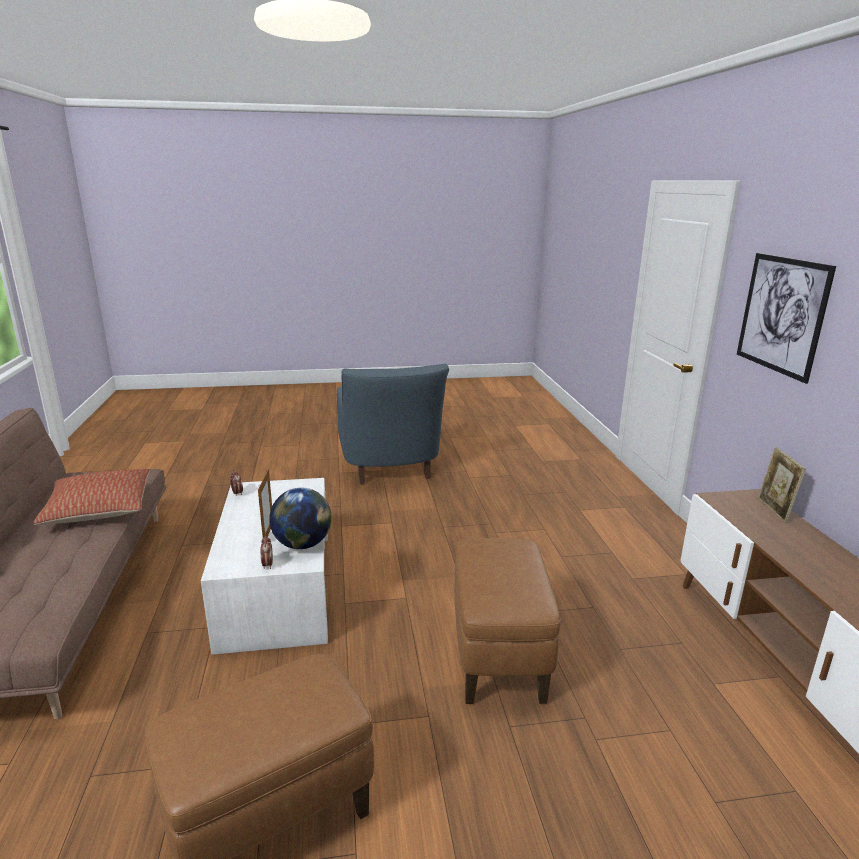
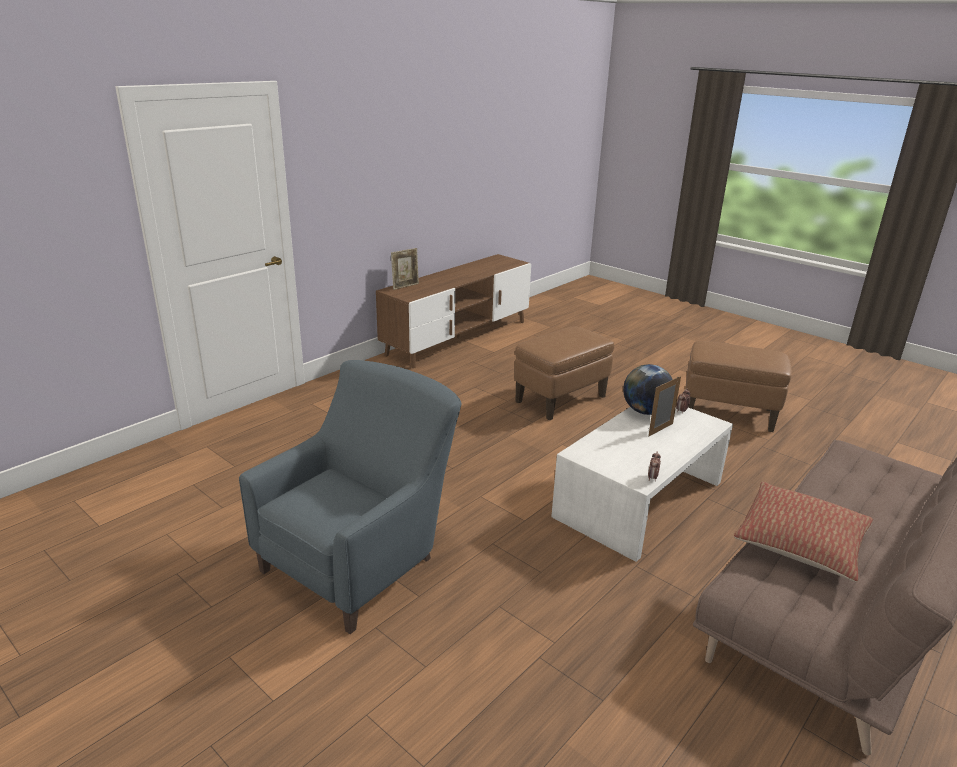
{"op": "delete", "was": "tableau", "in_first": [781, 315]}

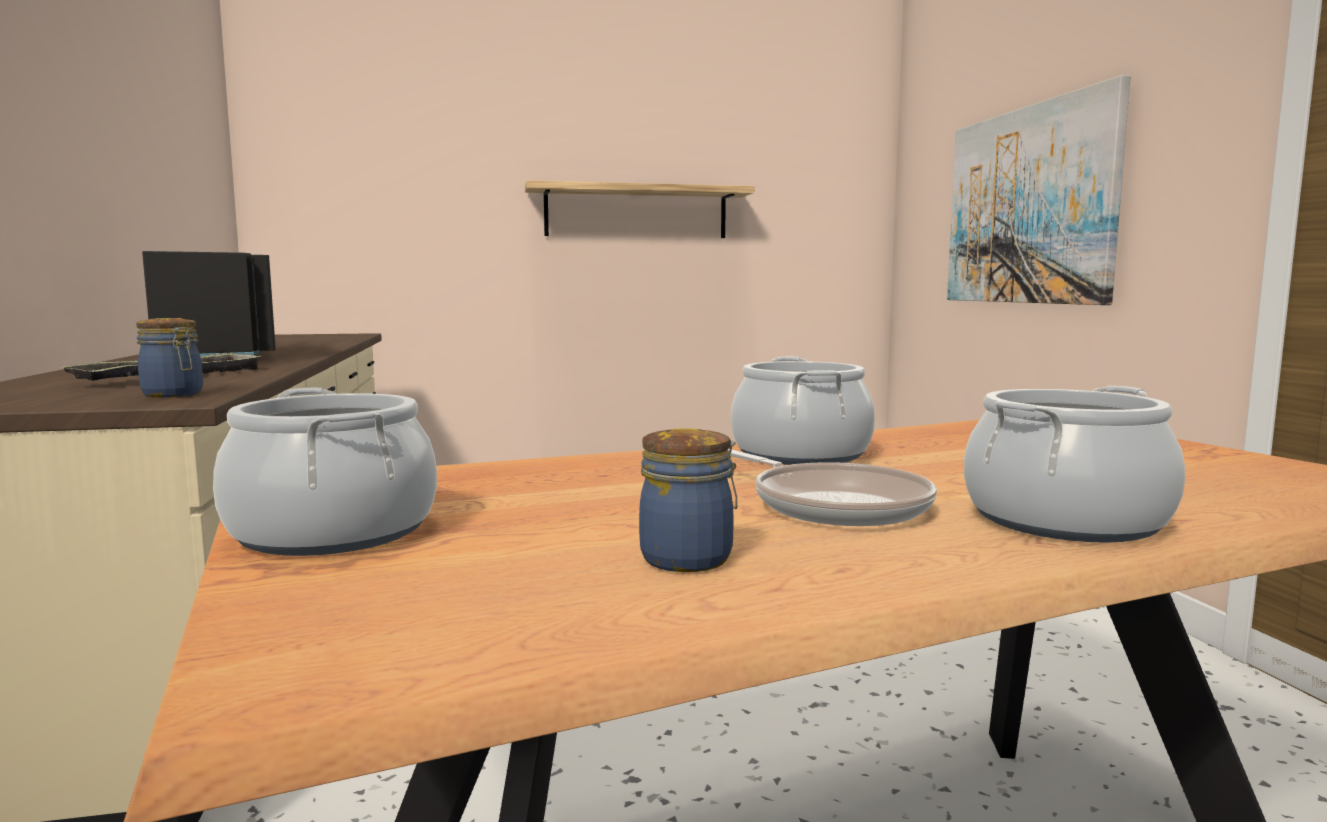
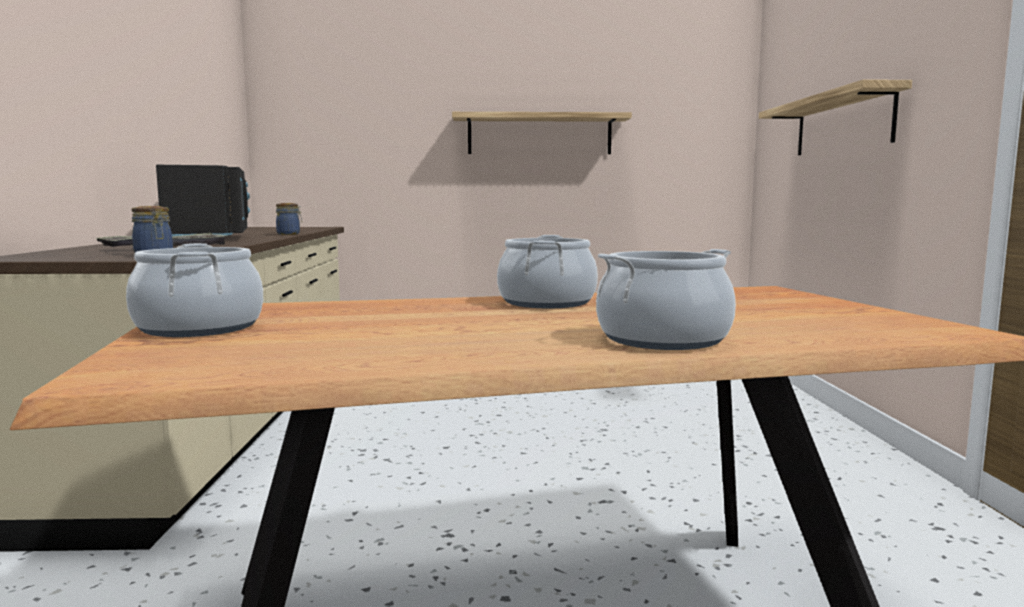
{"op": "move", "was": "bocal", "in_first": [690, 558], "in_second": [289, 234]}
{"op": "delete", "was": "poêle", "in_first": [833, 505]}
{"op": "replace", "was": "tableau", "now": "étagère", "in_first": [1027, 206], "in_second": [842, 124]}

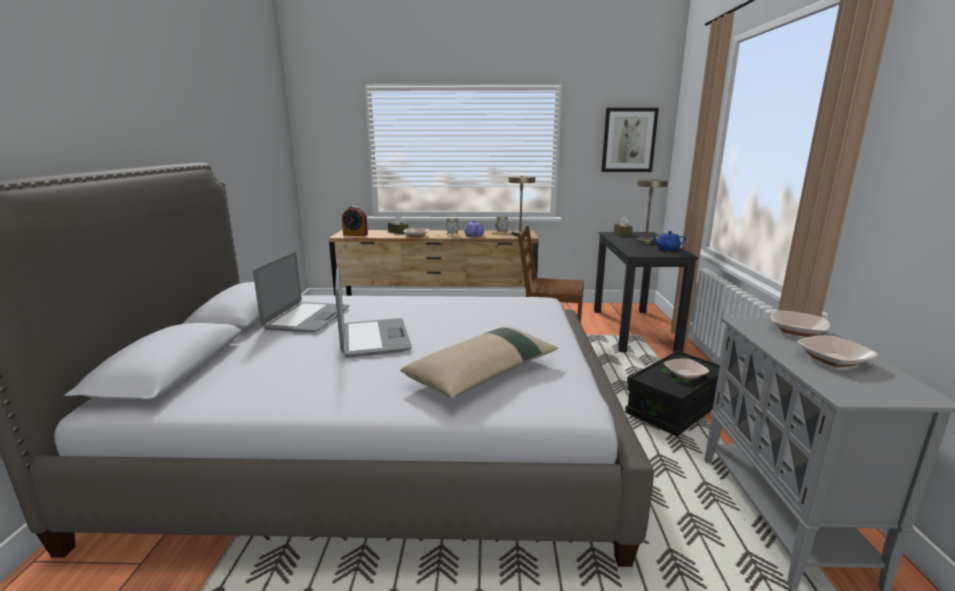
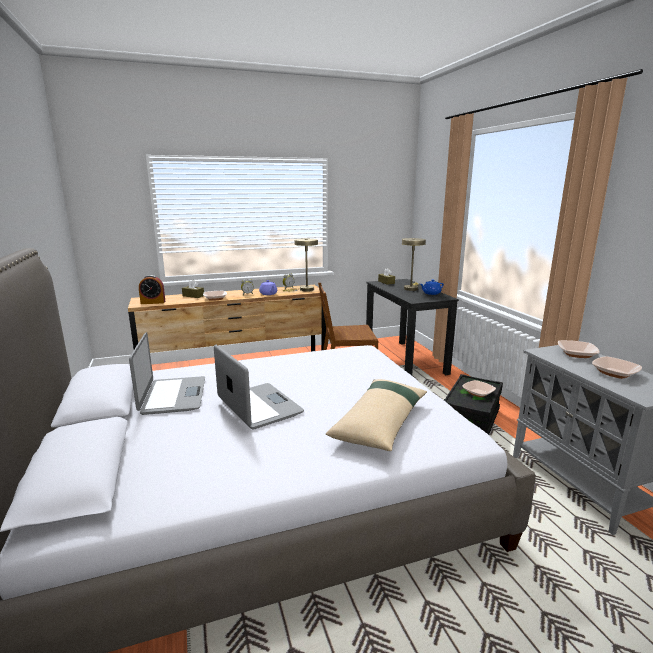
{"op": "delete", "was": "tableau", "in_first": [628, 140]}

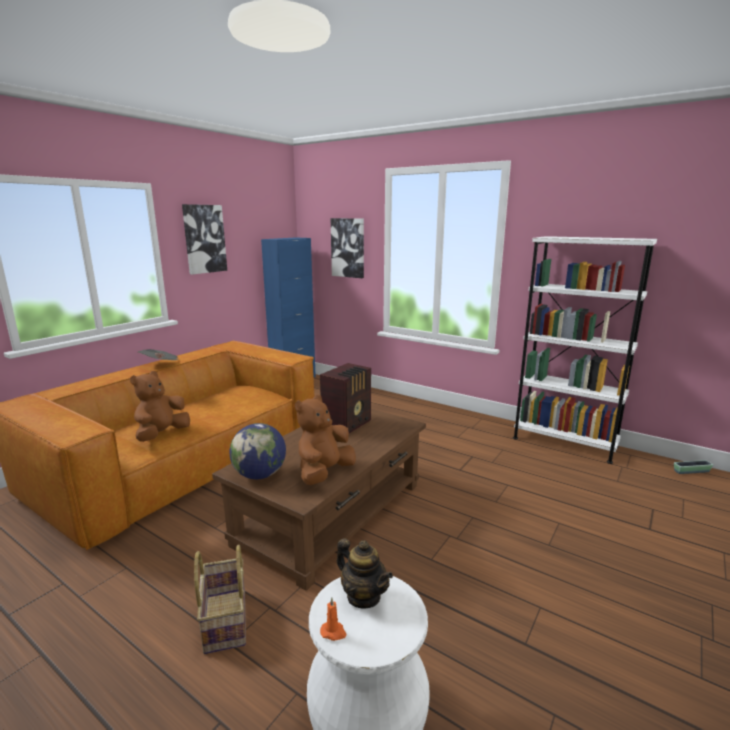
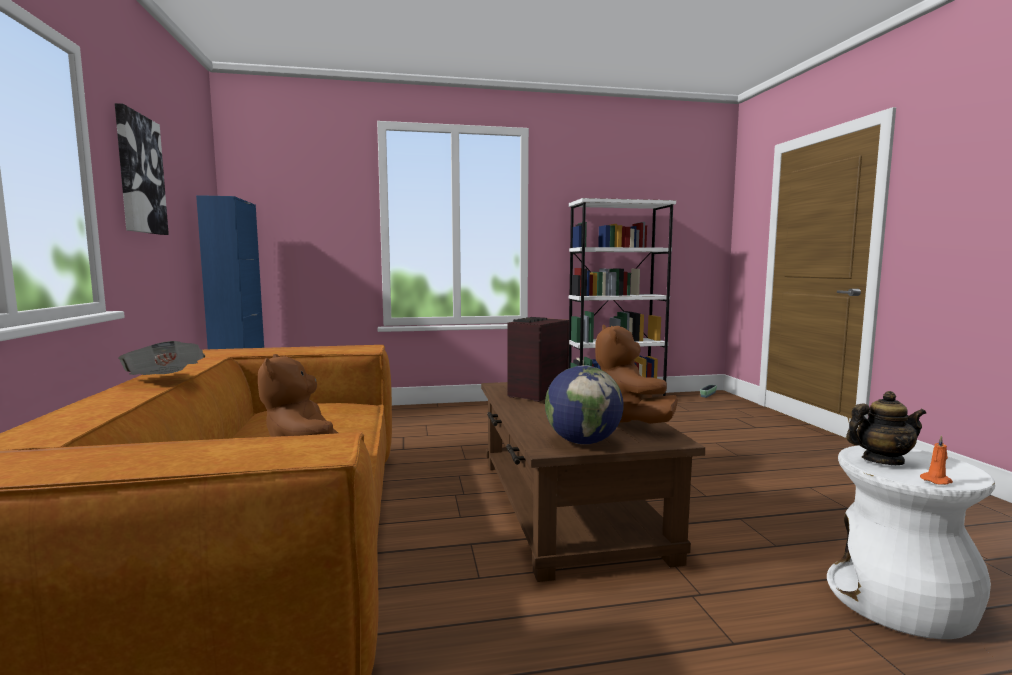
{"op": "delete", "was": "panier", "in_first": [224, 620]}
{"op": "rotate", "was": "radio", "in_first": [348, 424], "in_second": [536, 393], "clockwise": -135}
{"op": "delete", "was": "tableau", "in_first": [348, 248]}

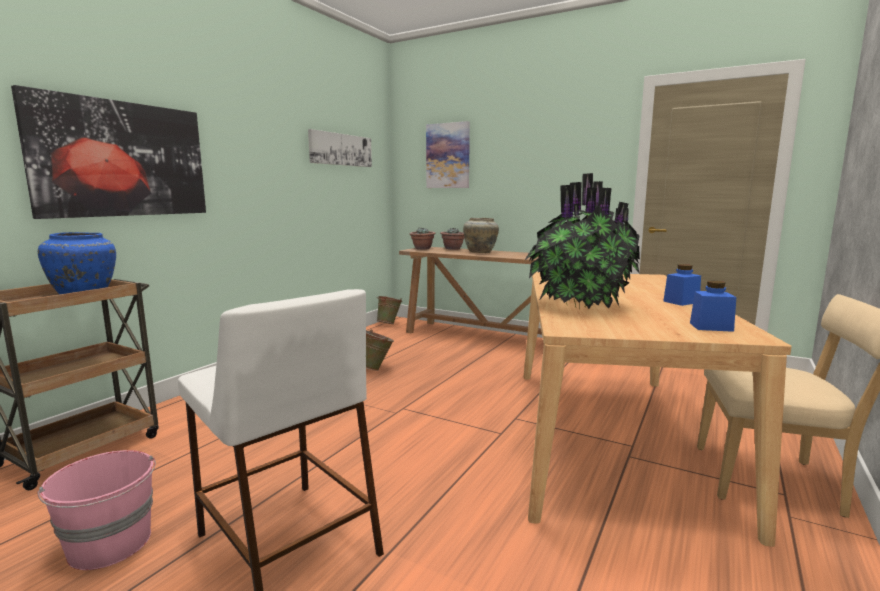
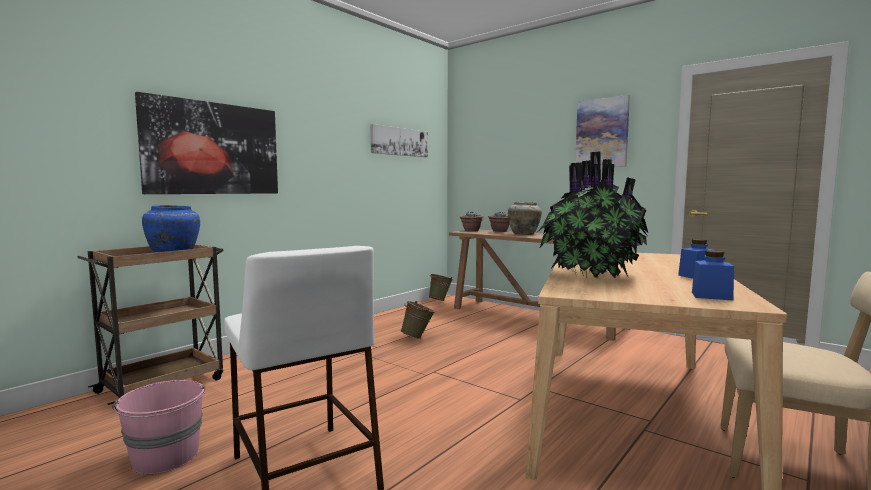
{"op": "move", "was": "tableau", "in_first": [448, 156], "in_second": [602, 133]}

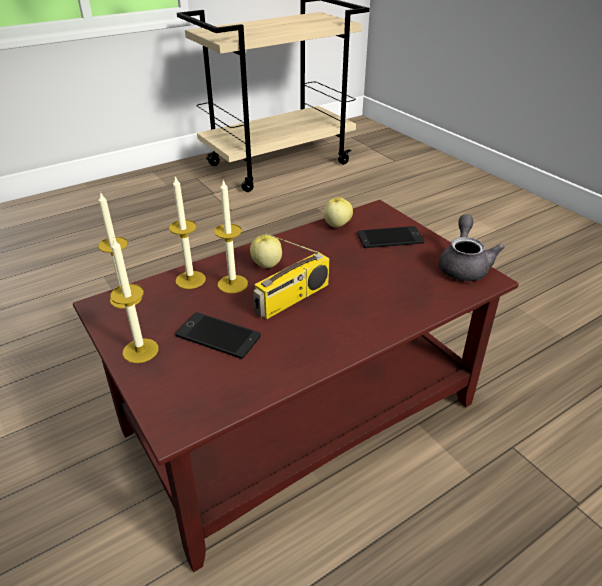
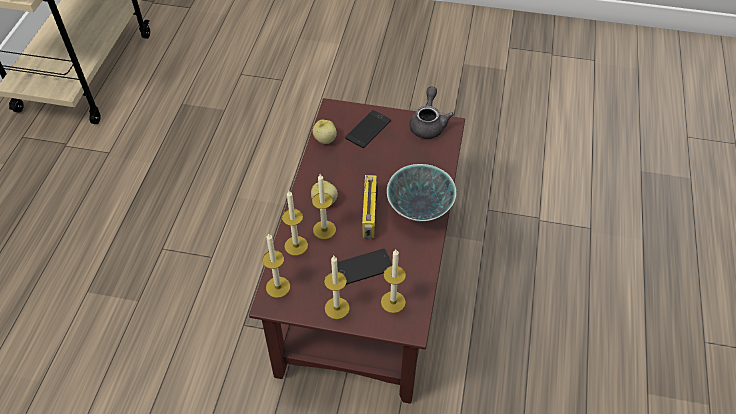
{"op": "rotate", "was": "théière/gris", "in_first": [463, 265], "in_second": [428, 124], "clockwise": 45}
{"op": "insert", "now": "bougie", "in_second": [393, 302]}
{"op": "insert", "now": "bol", "in_second": [420, 209]}

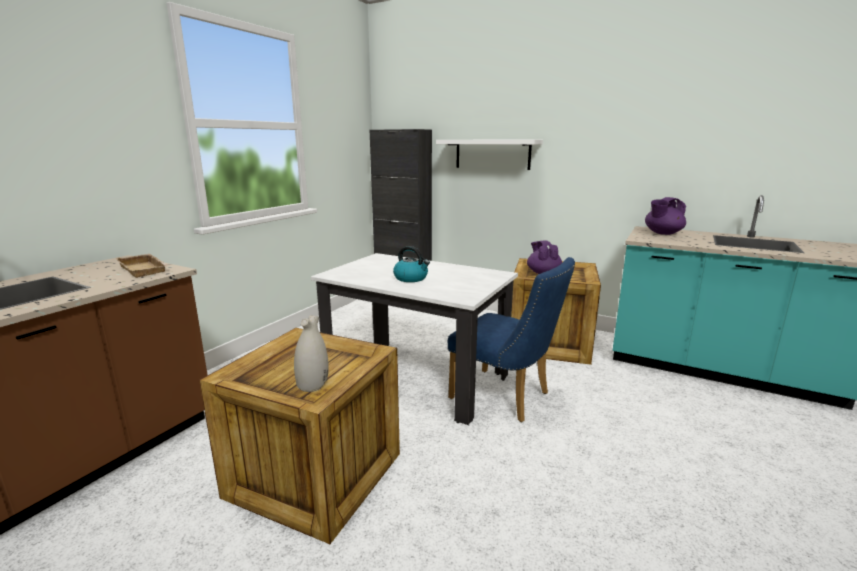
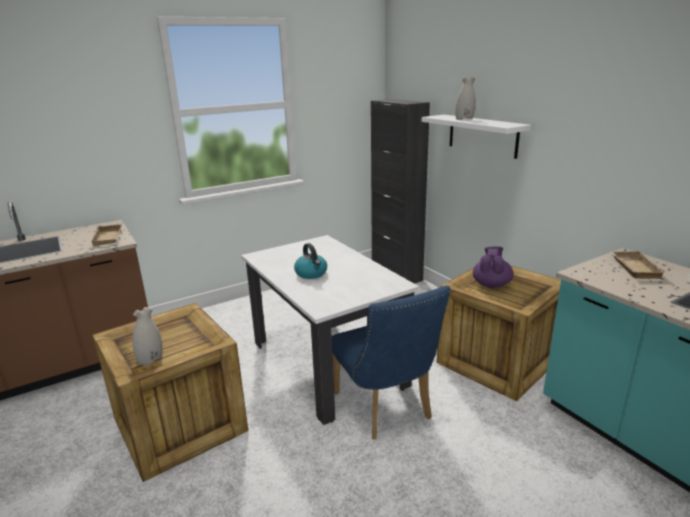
{"op": "replace", "was": "théière/violet", "now": "plateau/beige", "in_first": [662, 233], "in_second": [633, 268]}
{"op": "insert", "now": "vase/blanc", "in_second": [464, 119]}

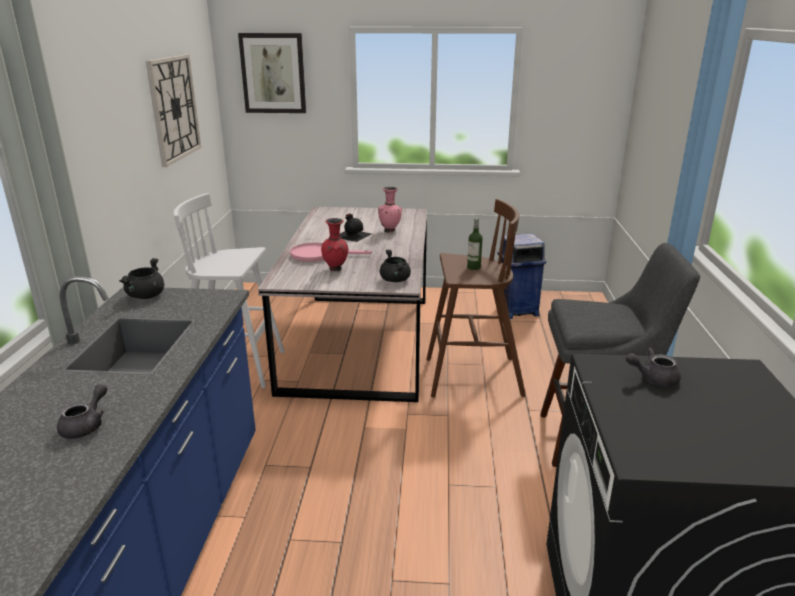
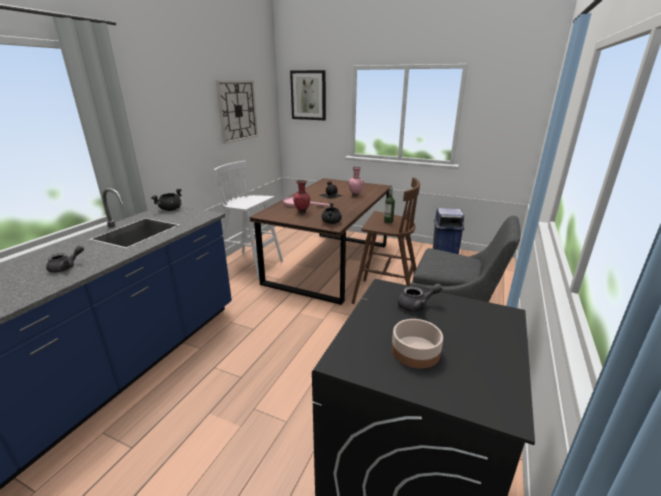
{"op": "recolor", "was": "table à manger/gris", "now": "table à manger/marron", "in_first": [358, 341], "in_second": [329, 262]}
{"op": "rotate", "was": "théière/gris", "in_first": [653, 378], "in_second": [417, 306], "clockwise": 150}
{"op": "insert", "now": "bol", "in_second": [416, 351]}

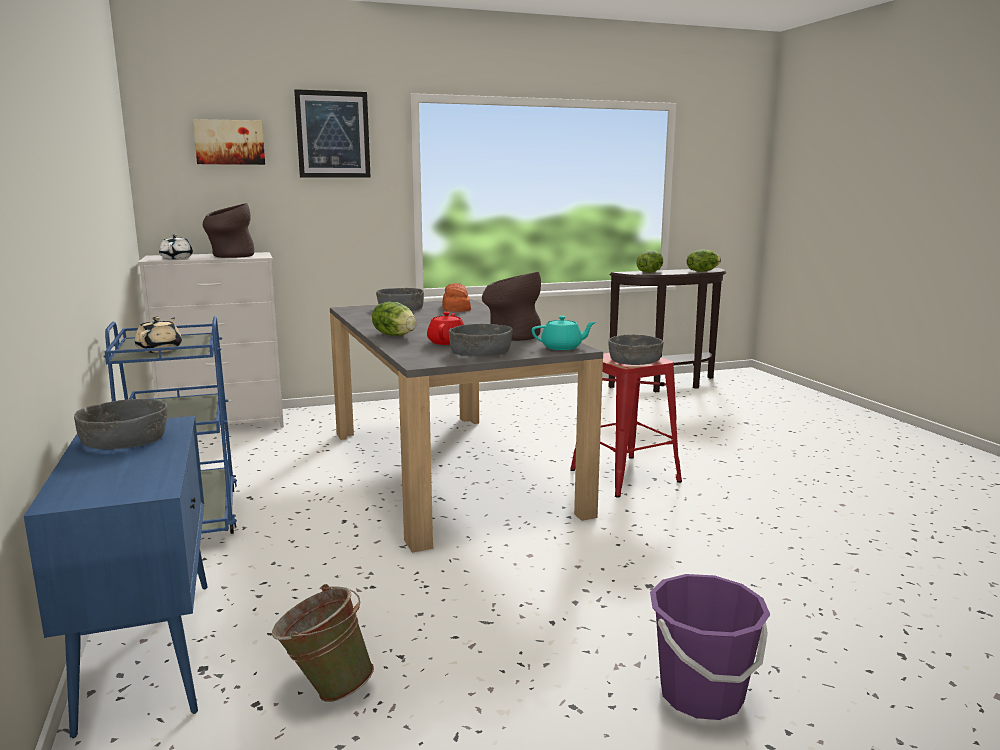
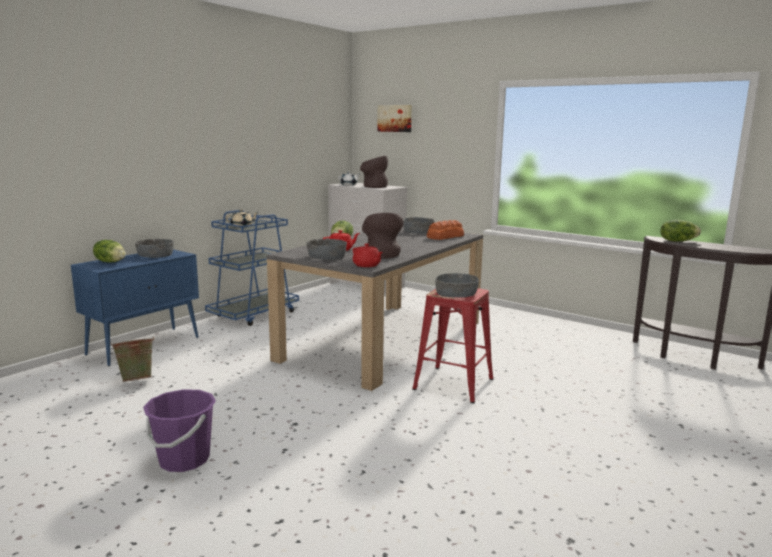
{"op": "delete", "was": "tableau", "in_first": [333, 134]}
{"op": "recolor", "was": "théière/turquoise", "now": "théière/rouge", "in_first": [562, 347], "in_second": [367, 265]}
{"op": "move", "was": "laitue", "in_first": [702, 271], "in_second": [111, 262]}

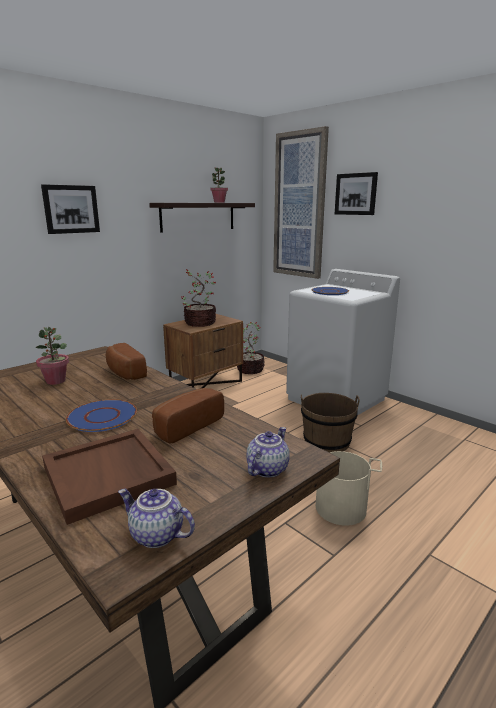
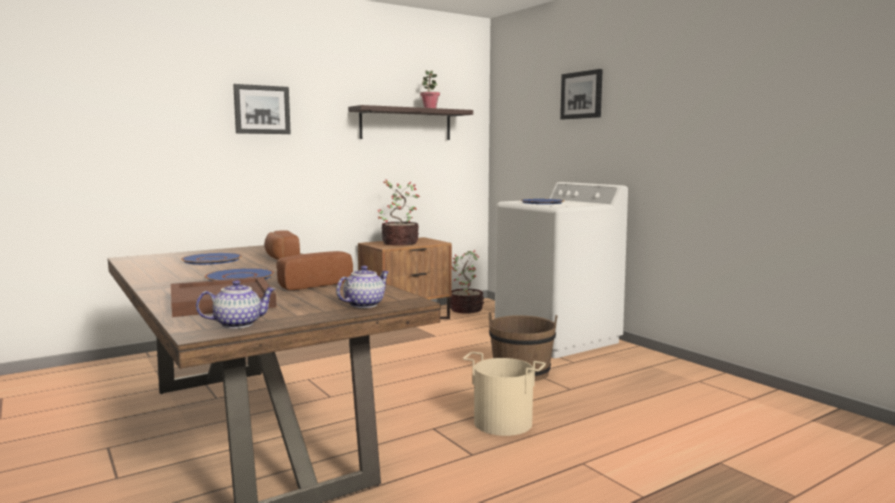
{"op": "replace", "was": "plante en pot", "now": "assiette/bleu", "in_first": [56, 381], "in_second": [212, 260]}
{"op": "rotate", "was": "théière", "in_first": [155, 535], "in_second": [238, 324], "clockwise": 120}
{"op": "delete", "was": "tableau", "in_first": [299, 206]}

